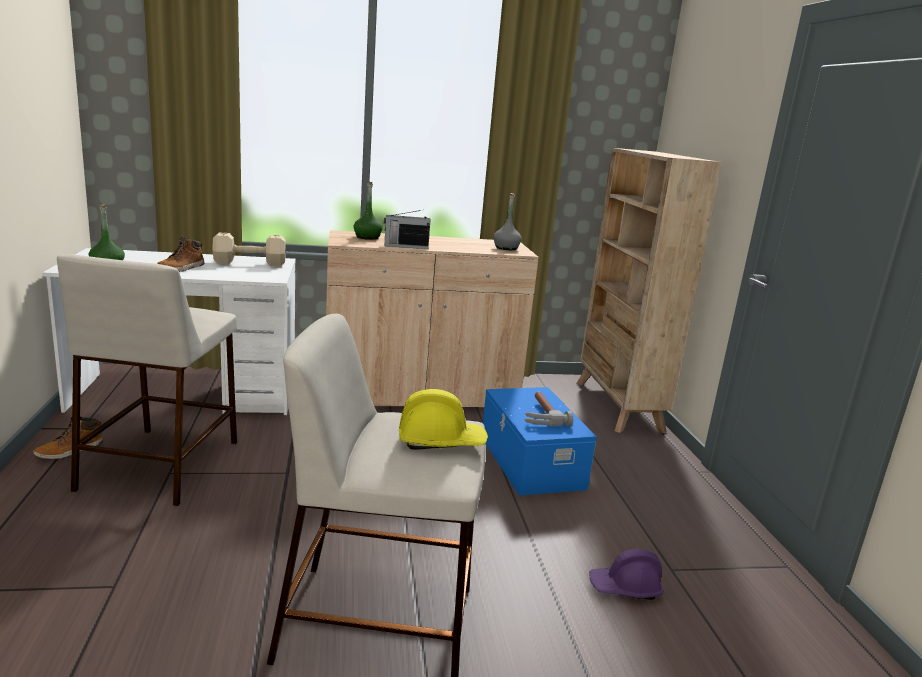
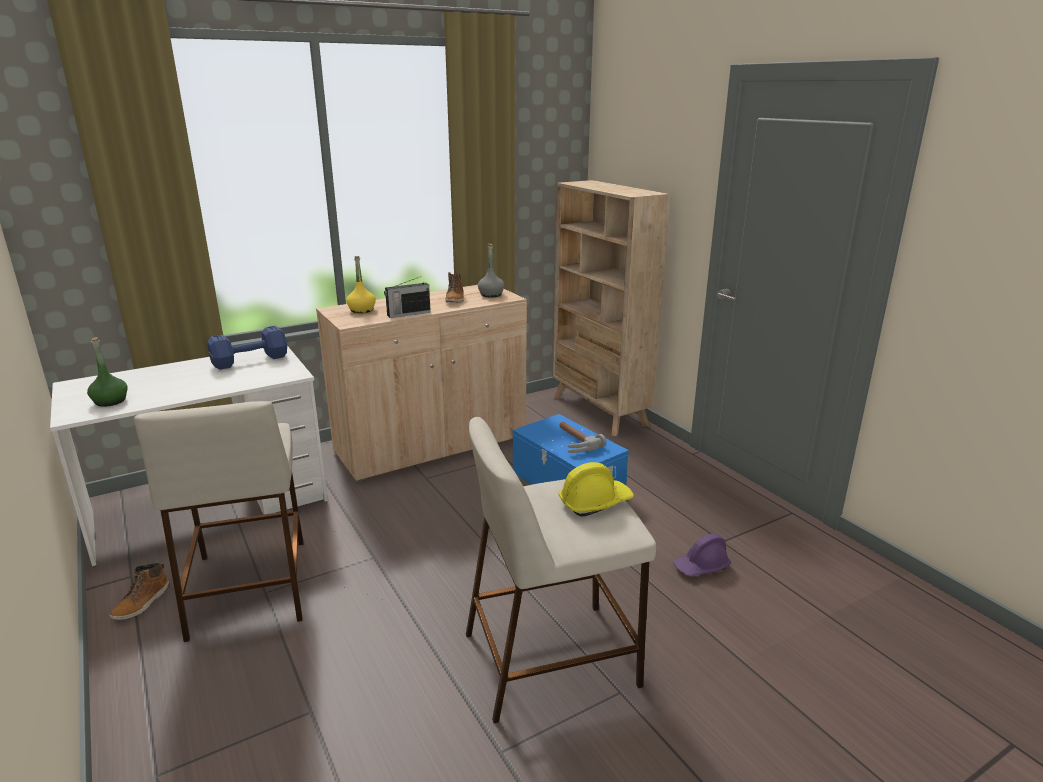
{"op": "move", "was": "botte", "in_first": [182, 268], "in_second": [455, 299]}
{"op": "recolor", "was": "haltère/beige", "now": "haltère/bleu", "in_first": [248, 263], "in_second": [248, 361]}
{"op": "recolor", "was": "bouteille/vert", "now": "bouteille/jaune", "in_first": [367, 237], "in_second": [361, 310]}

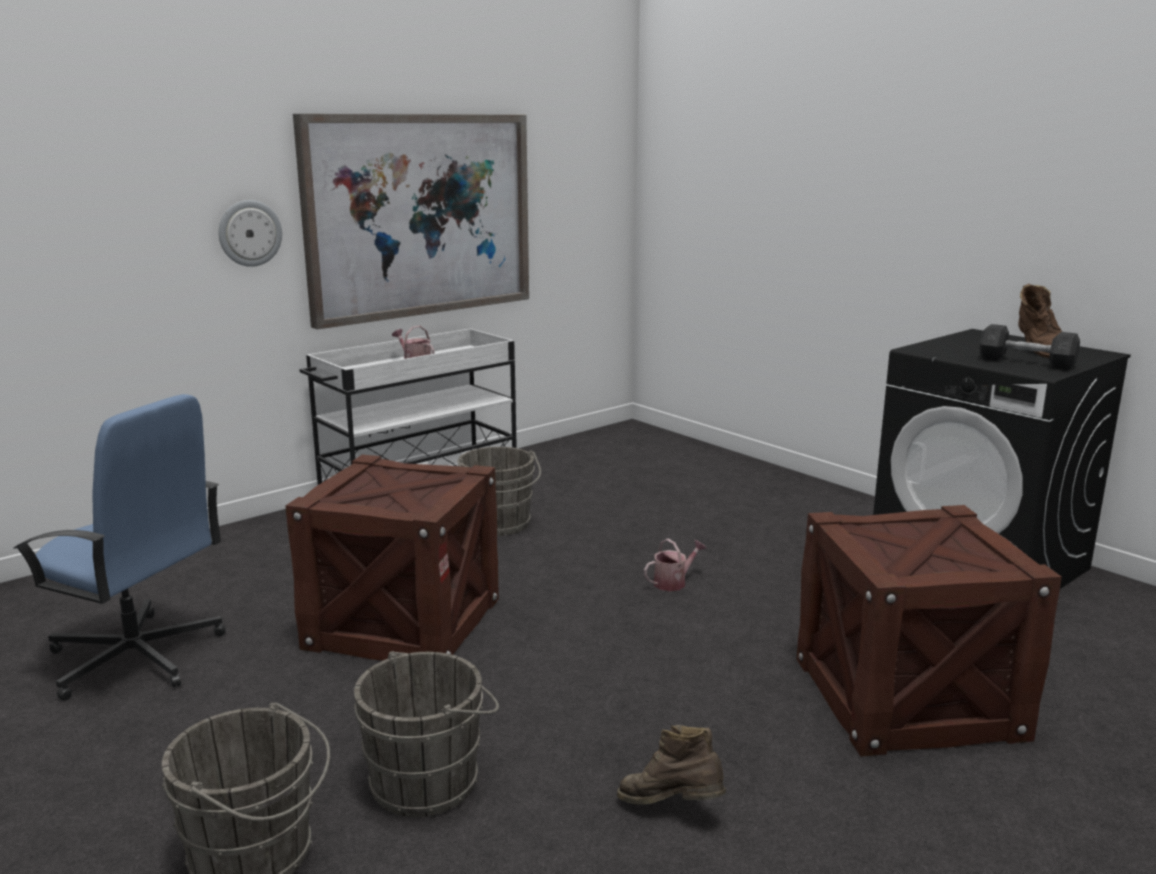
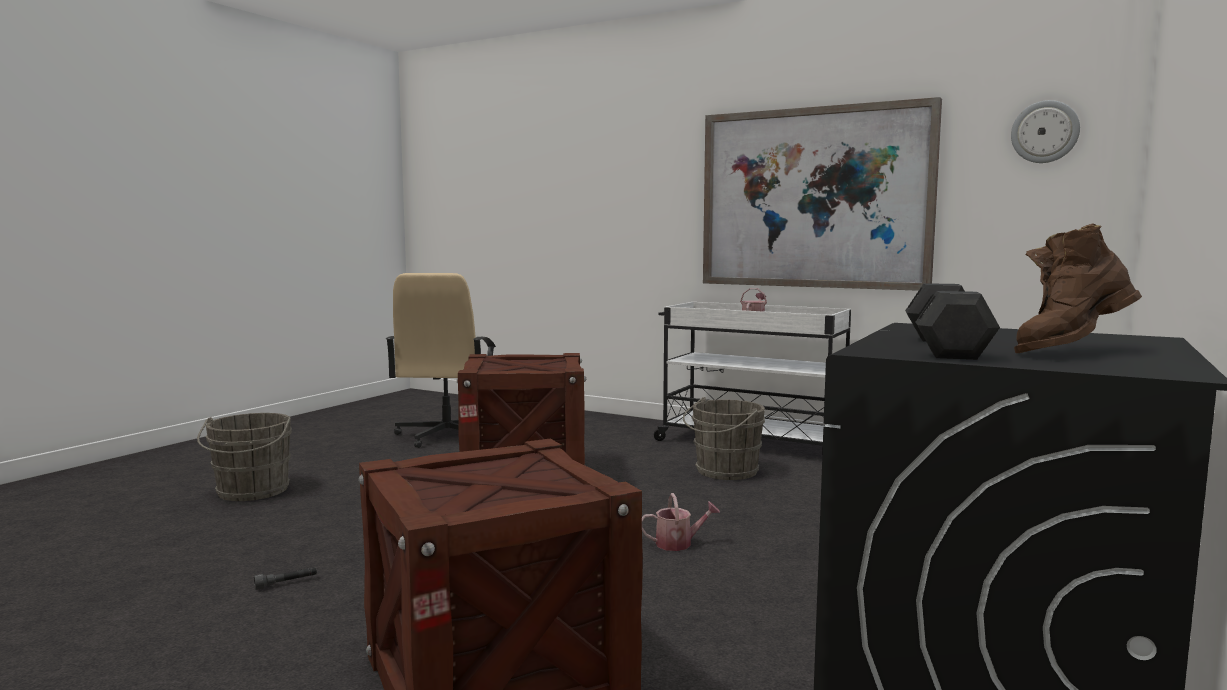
{"op": "recolor", "was": "chaise de bureau/bleu", "now": "chaise de bureau/beige", "in_first": [136, 657], "in_second": [445, 435]}
{"op": "move", "was": "horloge murale", "in_first": [249, 233], "in_second": [1044, 132]}
{"op": "delete", "was": "seau/gris", "in_first": [431, 780]}
{"op": "replace", "was": "botte/marron", "now": "lampe de poche/gris", "in_first": [671, 808], "in_second": [286, 583]}
{"op": "rotate", "was": "arrosoir", "in_first": [673, 582], "in_second": [679, 543], "clockwise": -45}

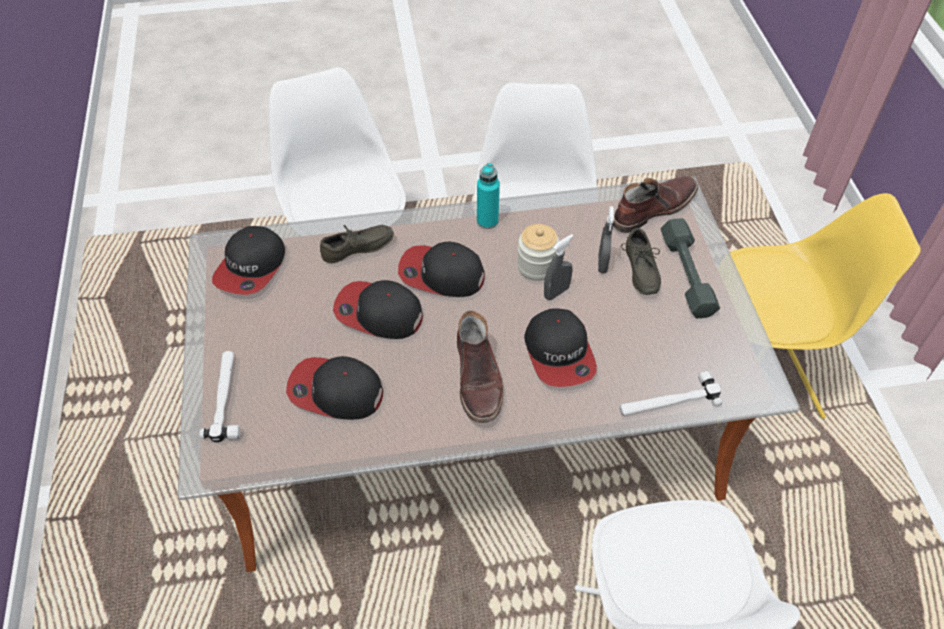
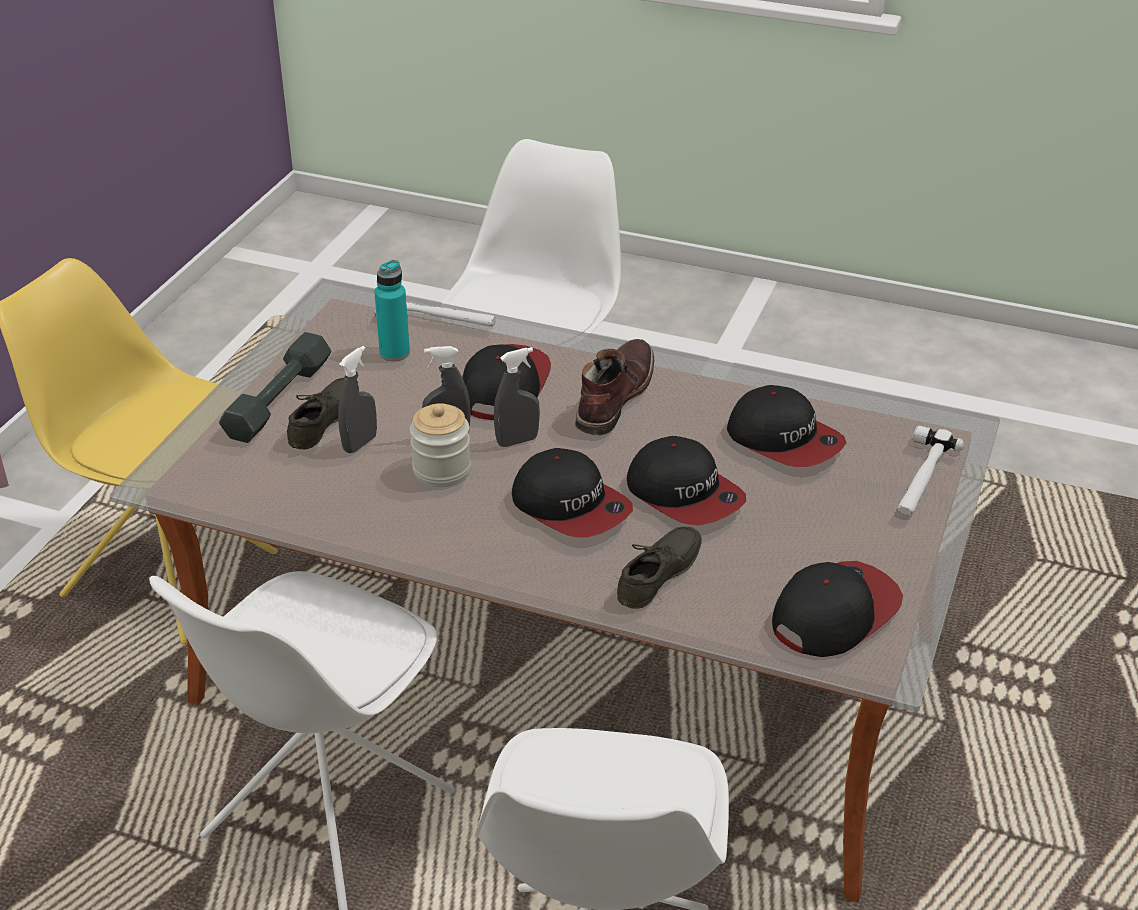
{"op": "rotate", "was": "chaussure/gris", "in_first": [358, 250], "in_second": [662, 577], "clockwise": 120}
{"op": "move", "was": "bouteille/turquoise", "in_first": [487, 221], "in_second": [394, 353]}
{"op": "delete", "was": "botte/marron", "in_first": [652, 208]}
{"op": "insert", "now": "vaporisateur/gris", "in_second": [517, 441]}

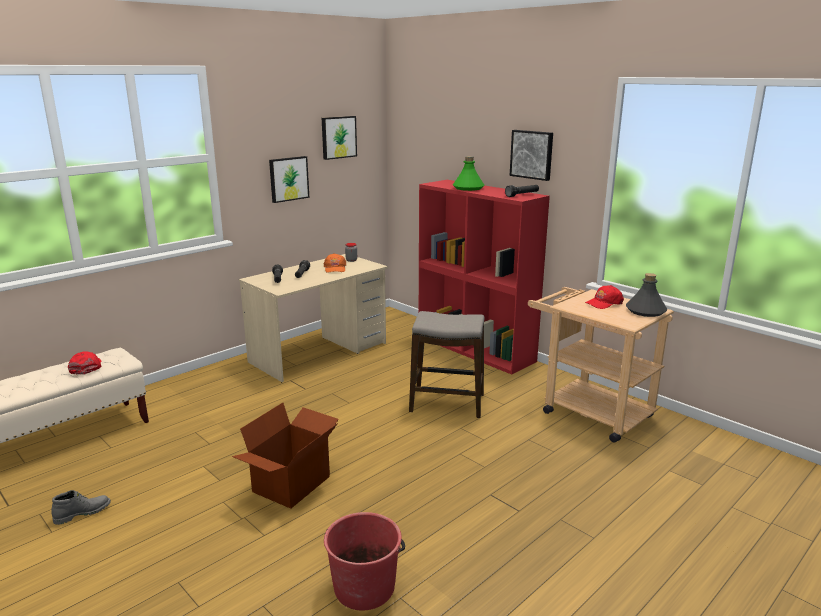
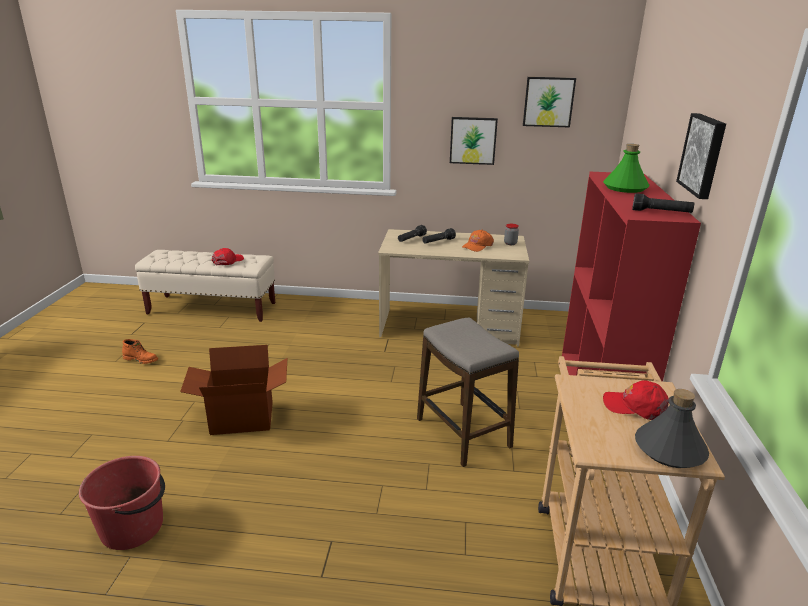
{"op": "recolor", "was": "botte/gris", "now": "botte/orange", "in_first": [83, 513], "in_second": [141, 359]}

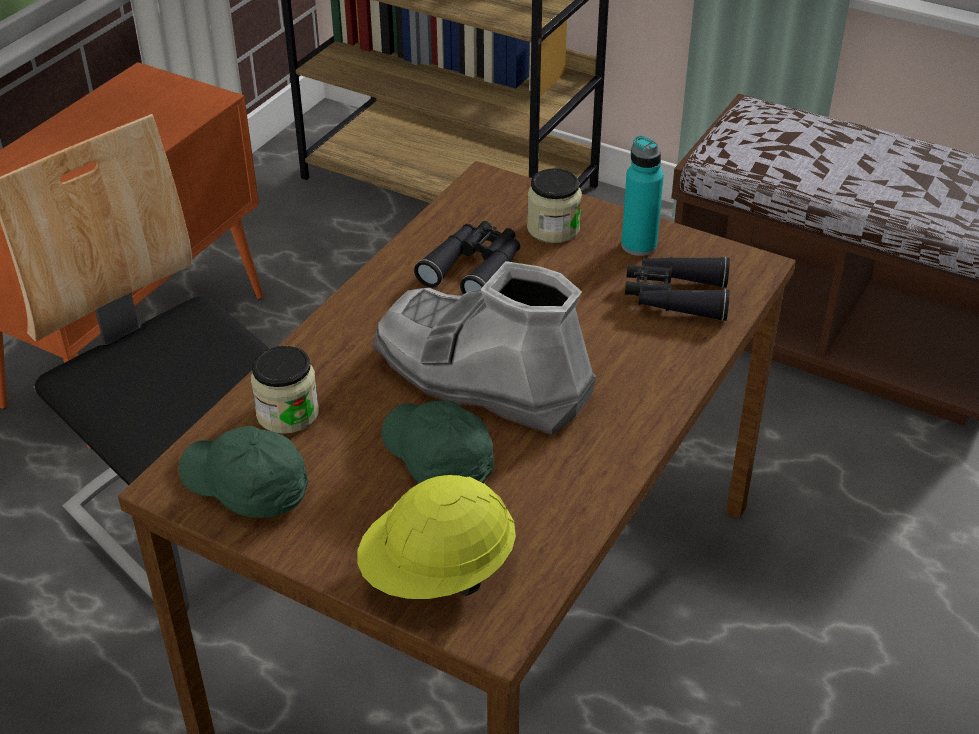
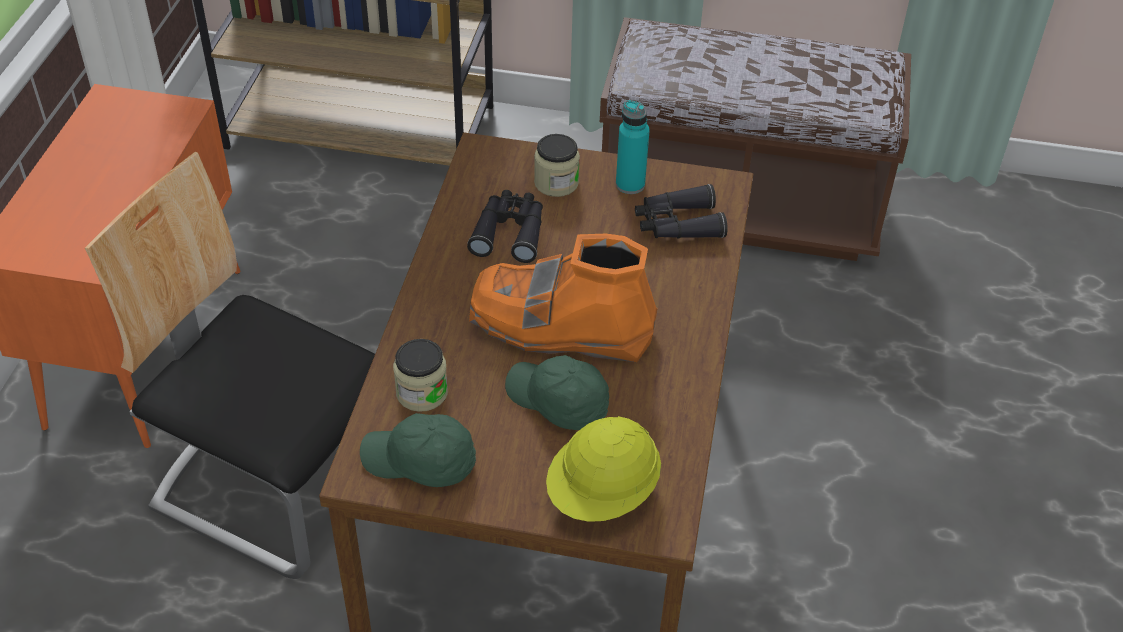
{"op": "recolor", "was": "botte/gris", "now": "botte/orange", "in_first": [481, 377], "in_second": [560, 326]}

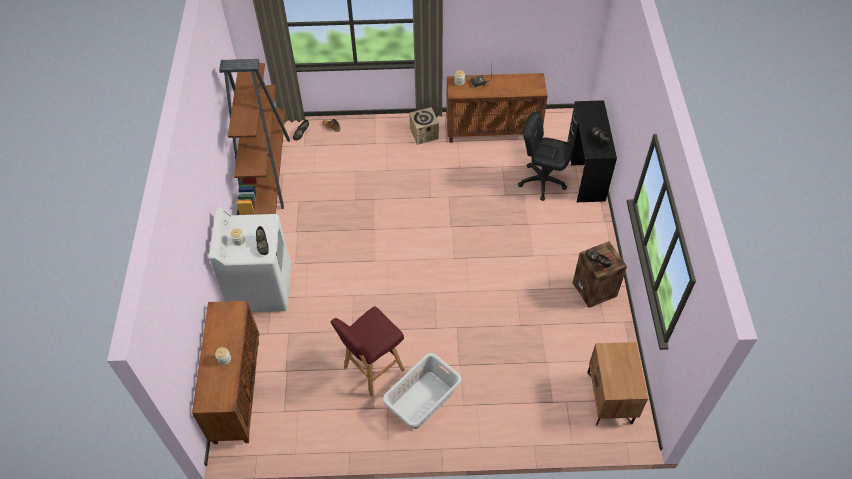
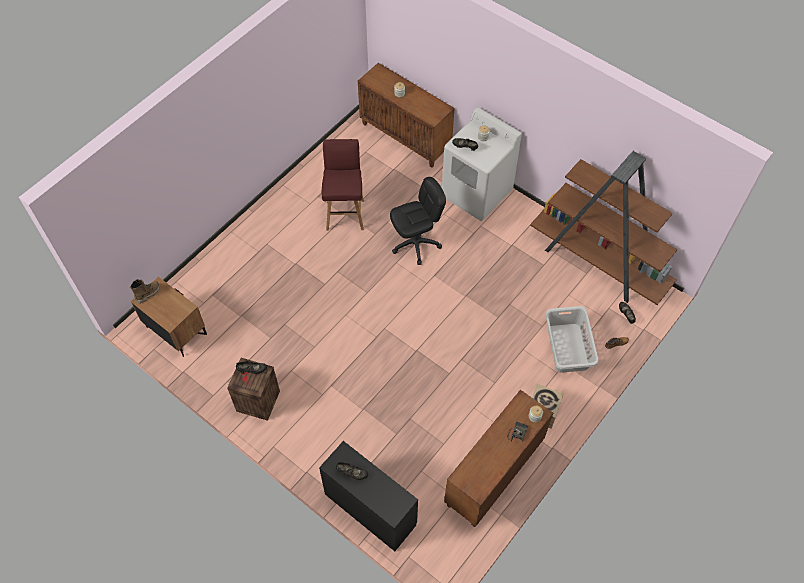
{"op": "move", "was": "panier à linge/gris", "in_first": [422, 400], "in_second": [568, 347]}
{"op": "move", "was": "chaise de bureau/noir", "in_first": [542, 181], "in_second": [416, 244]}
{"op": "insert", "now": "botte", "in_second": [148, 293]}

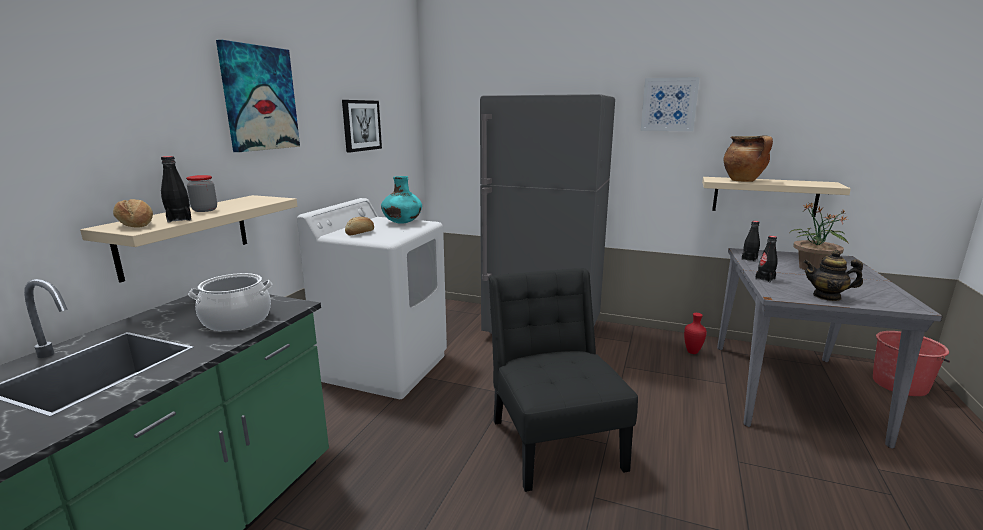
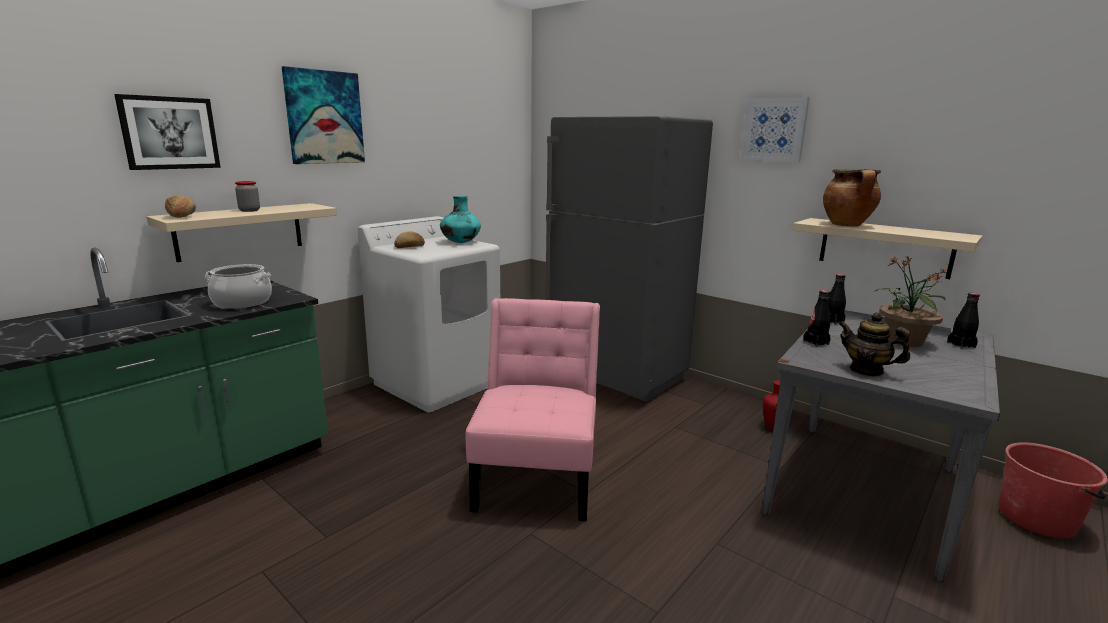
{"op": "move", "was": "bouteille/noir", "in_first": [179, 219], "in_second": [961, 345]}
{"op": "move", "was": "tableau", "in_first": [361, 125], "in_second": [169, 133]}
{"op": "recolor", "was": "chaise/noir", "now": "chaise/rose", "in_first": [554, 439], "in_second": [537, 476]}

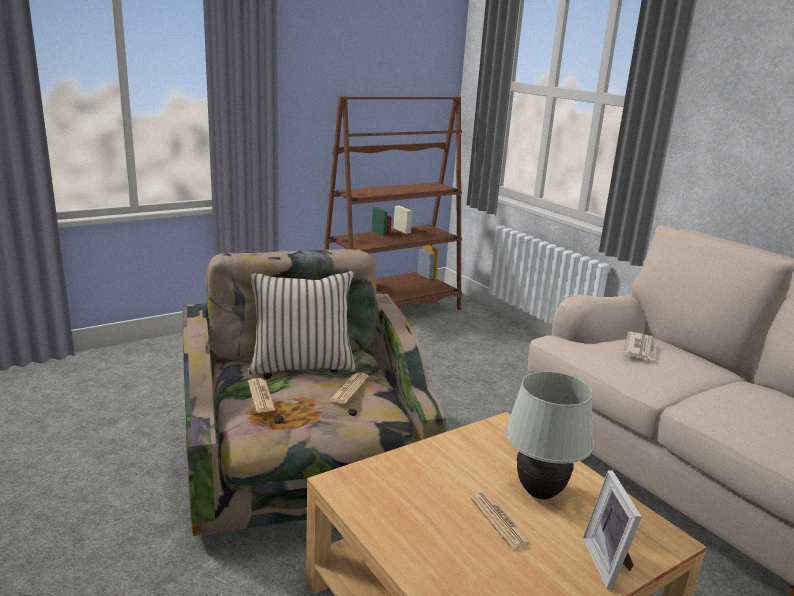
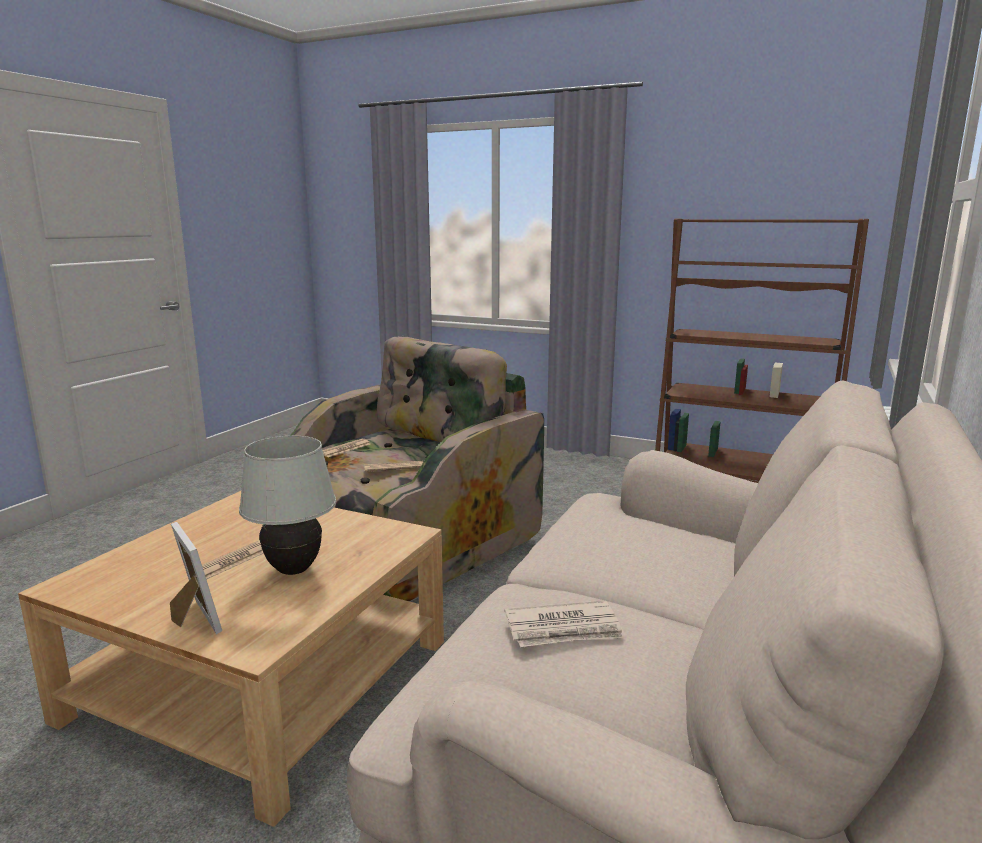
{"op": "delete", "was": "coussin/beige", "in_first": [302, 365]}
{"op": "rotate", "was": "cadre photo", "in_first": [609, 563], "in_second": [193, 620], "clockwise": 90}
{"op": "move", "was": "journal", "in_first": [640, 349], "in_second": [564, 629]}

